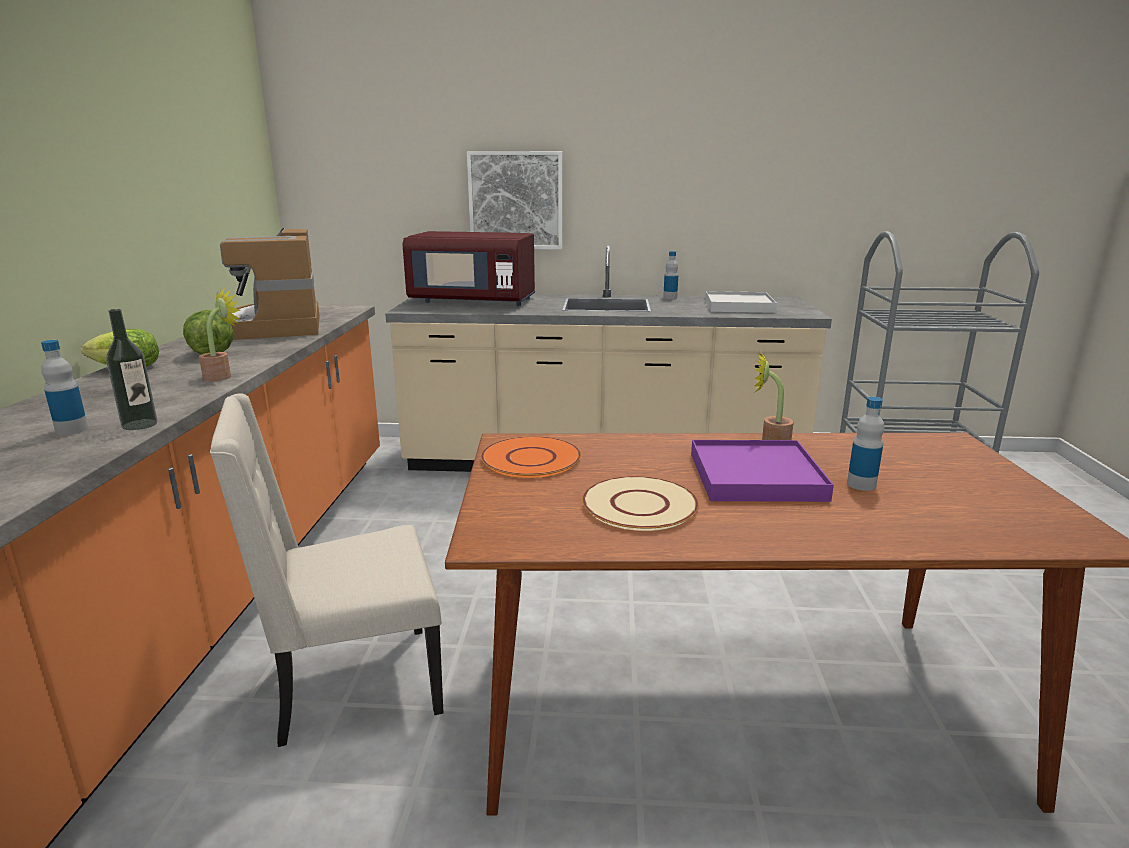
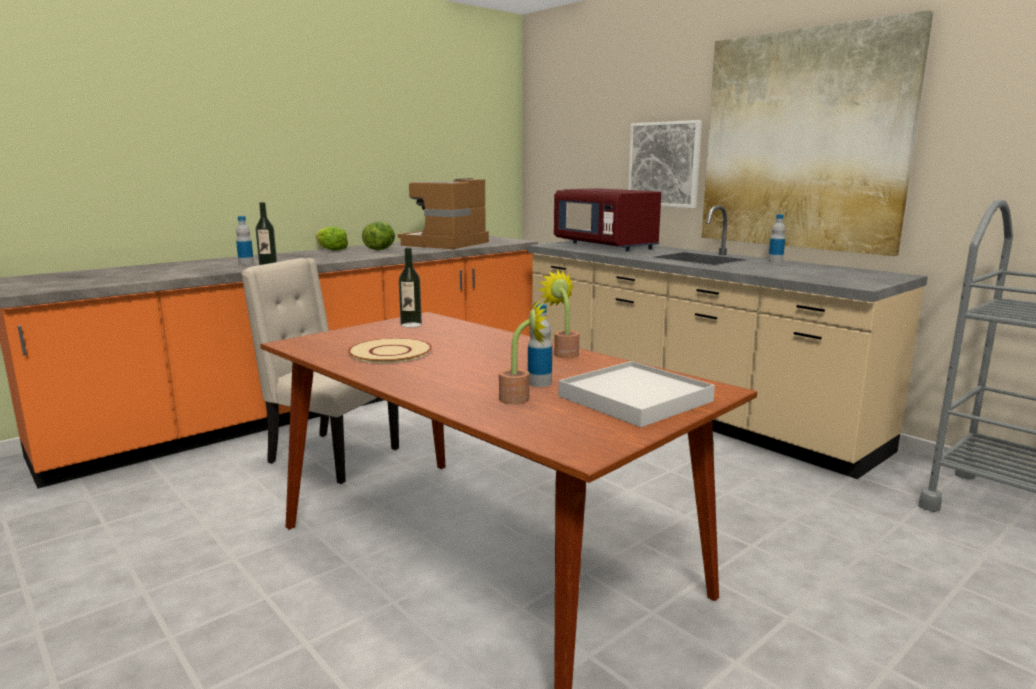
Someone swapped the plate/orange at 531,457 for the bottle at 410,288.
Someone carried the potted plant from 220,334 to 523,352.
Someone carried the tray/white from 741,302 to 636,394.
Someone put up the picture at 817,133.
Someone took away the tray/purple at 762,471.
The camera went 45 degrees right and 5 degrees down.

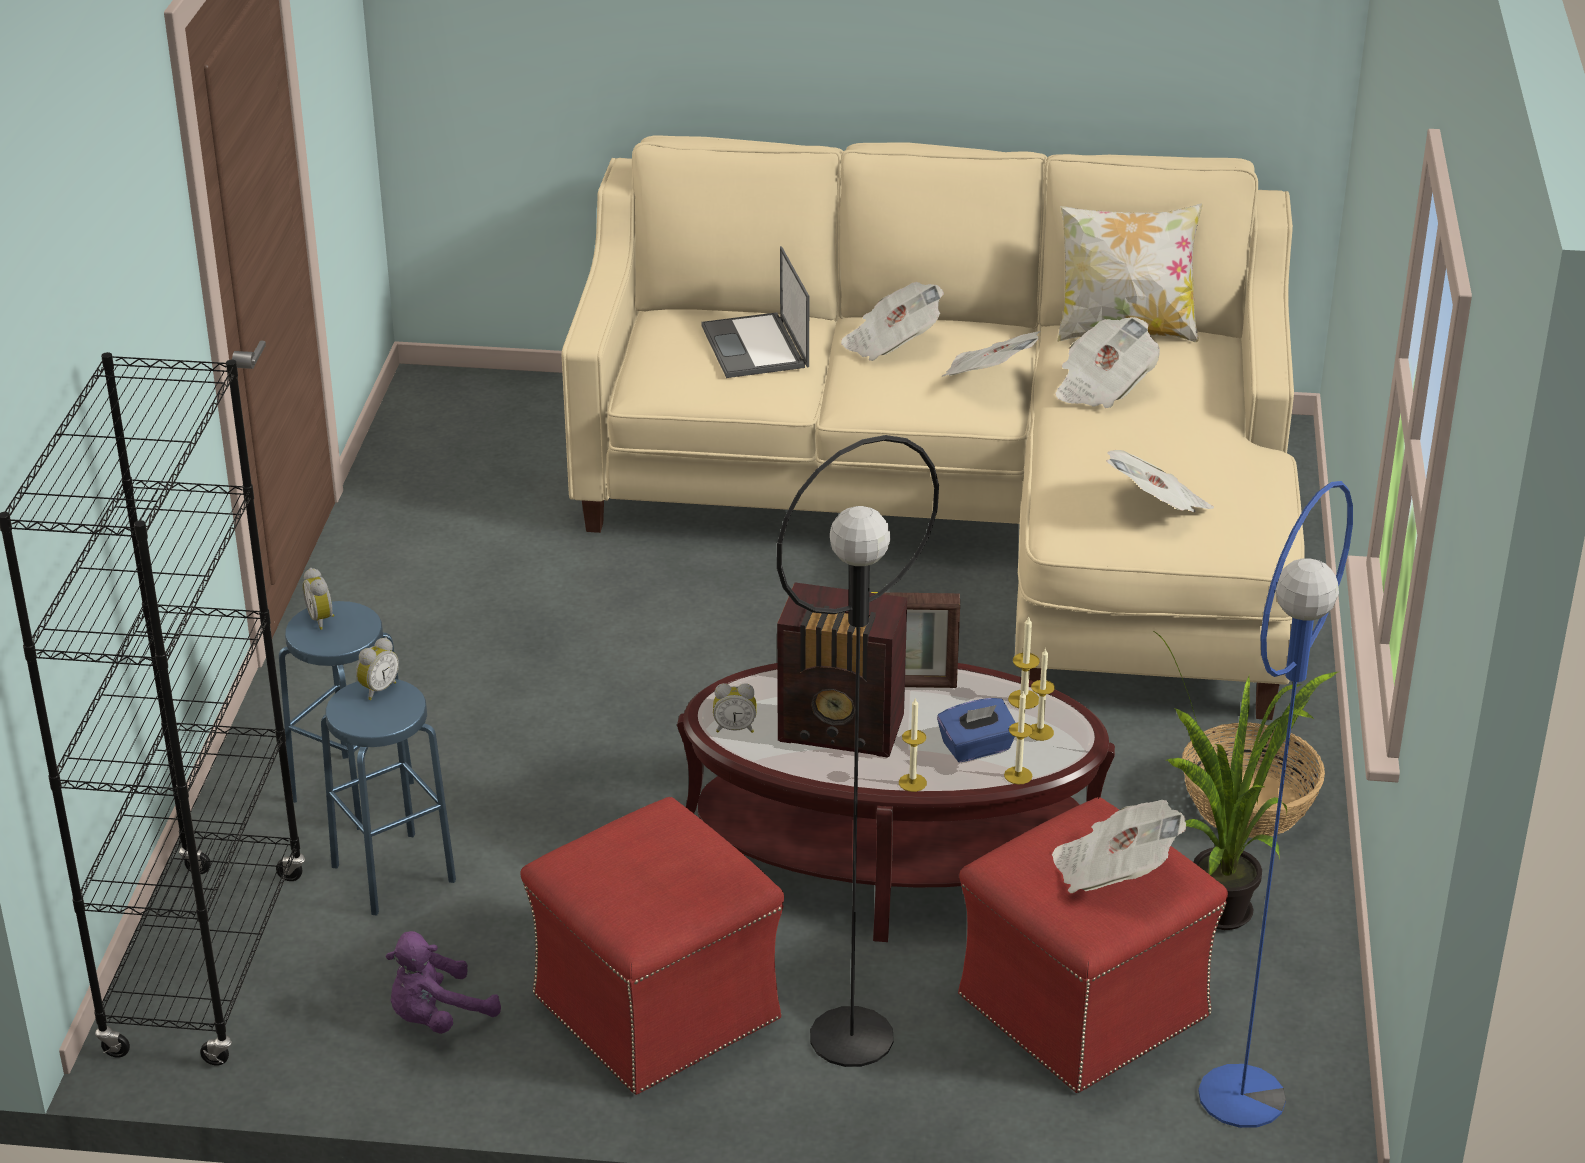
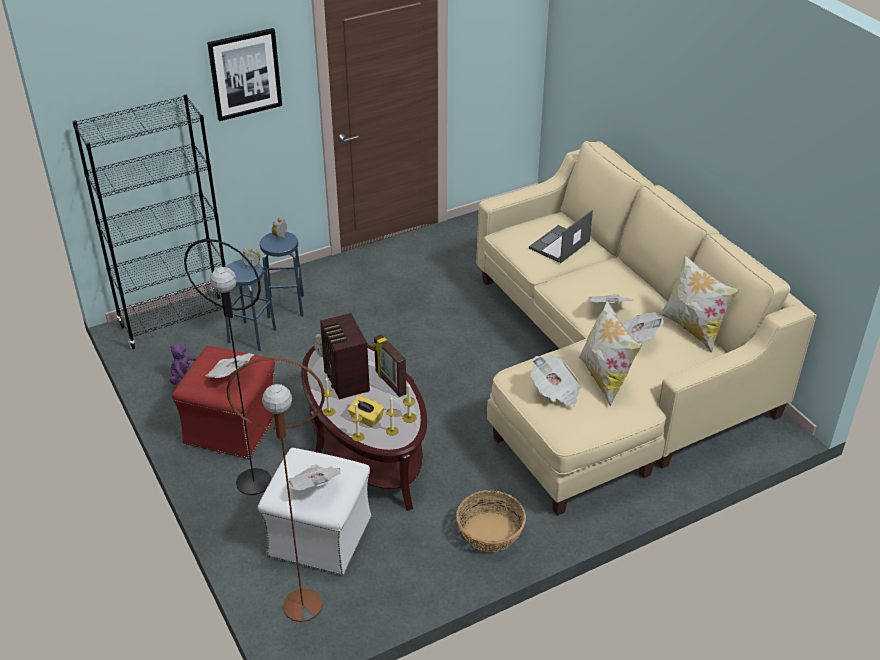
Someone carried the newspaper from 892,321 to 230,365.
Someone put up the picture at 244,74.
Someone repainted the floor lamp/blue at 1275,804, which became the floor lamp/brown at 275,489.
Someone repainted the ottoman/red at 1093,945, which became the ottoman/white at 314,511.
Someone repainted the tissue box/blue at 976,730, which became the tissue box/yellow at 366,411.
Someone put down the pillow at 610,353.
Someone took away the potted plant at 1246,780.
The camera went 55 degrees right and 5 degrees up.

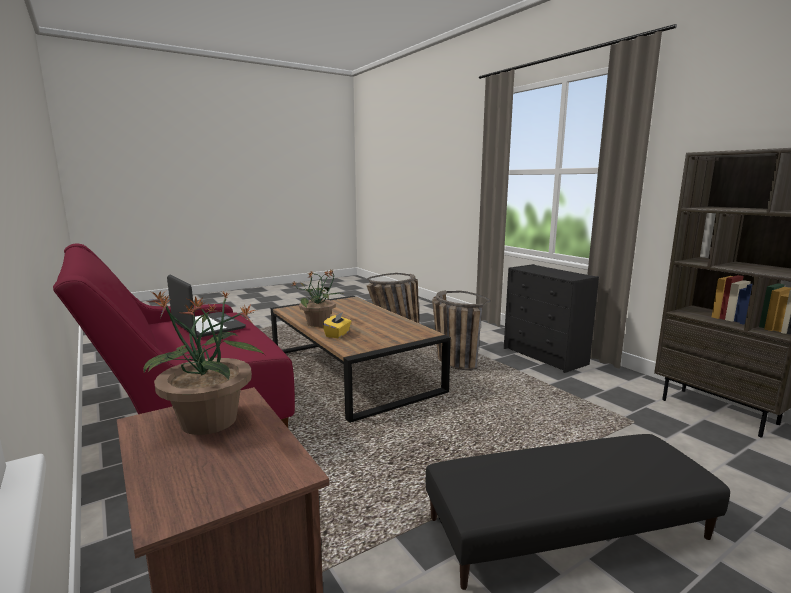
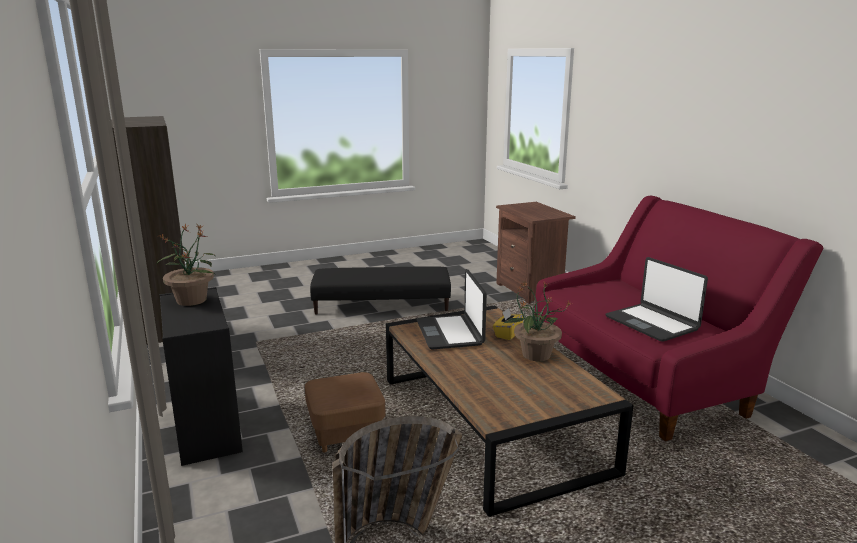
Someone carried the potted plant from 204,363 to 185,265.
Someone swapped the basket at 461,330 for the ottoman/brown at 345,412.
Someone put down the laptop at 451,309.
The camera went 170 degrees left and 5 degrees up.

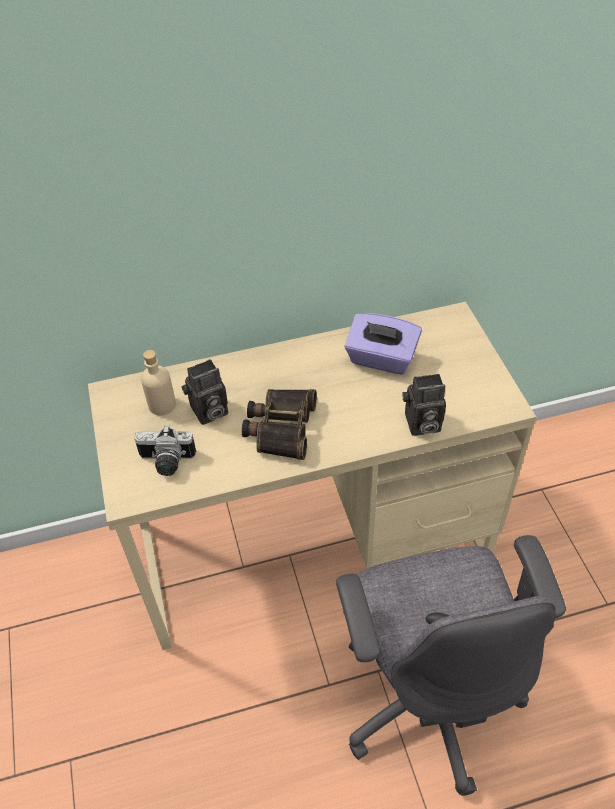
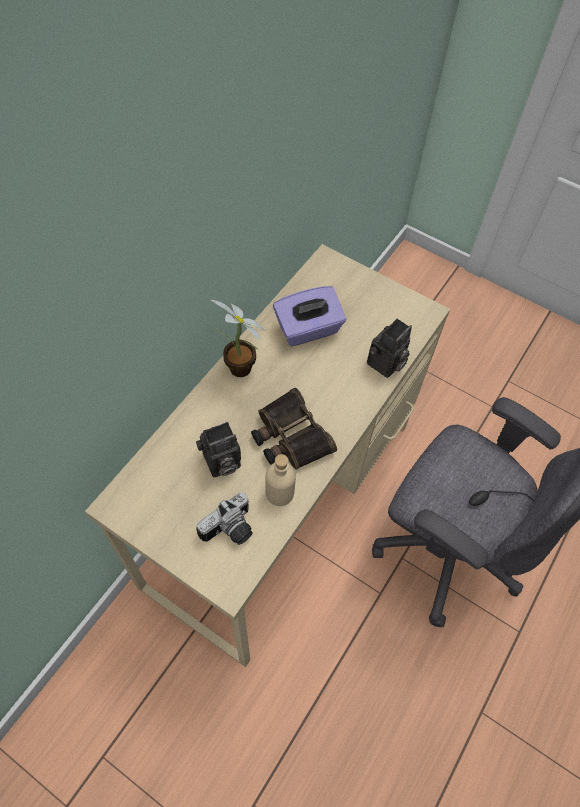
Someone rotated the photo camera at 205,392 by 45 degrees clockwise.
Someone put down the potted plant at 238,338.
Someone carried the bottle/beige from 158,382 to 280,480.
The camera went 45 degrees left and 10 degrees up.

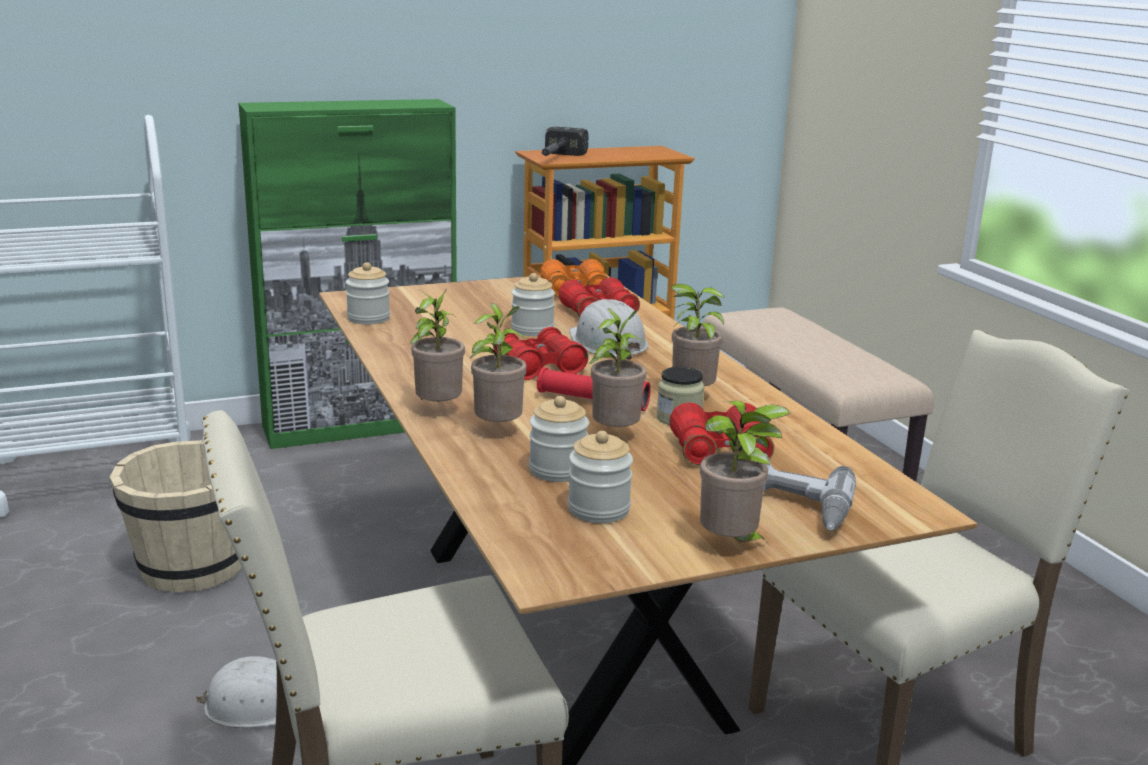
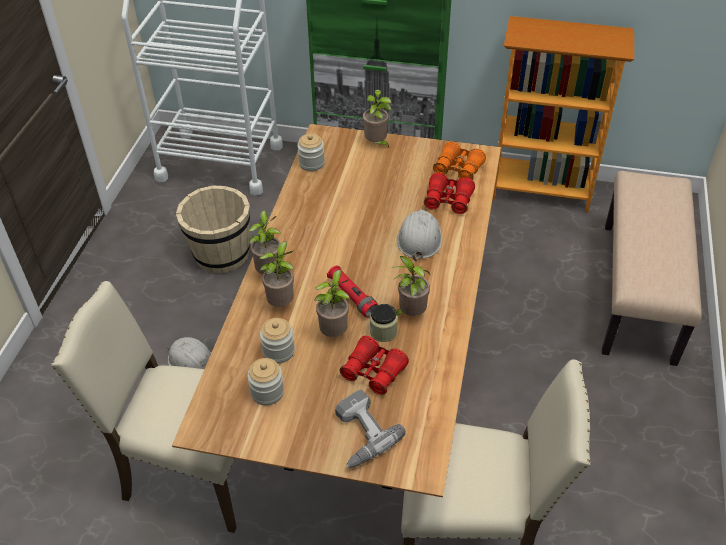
Someone carried the potted plant from 745,473 to 377,118.
Someone took away the binoculars/red at 540,353.
Someone took away the jar at 533,304.
Someone took away the hammer at 565,141.
The camera went 35 degrees right and 25 degrees up.

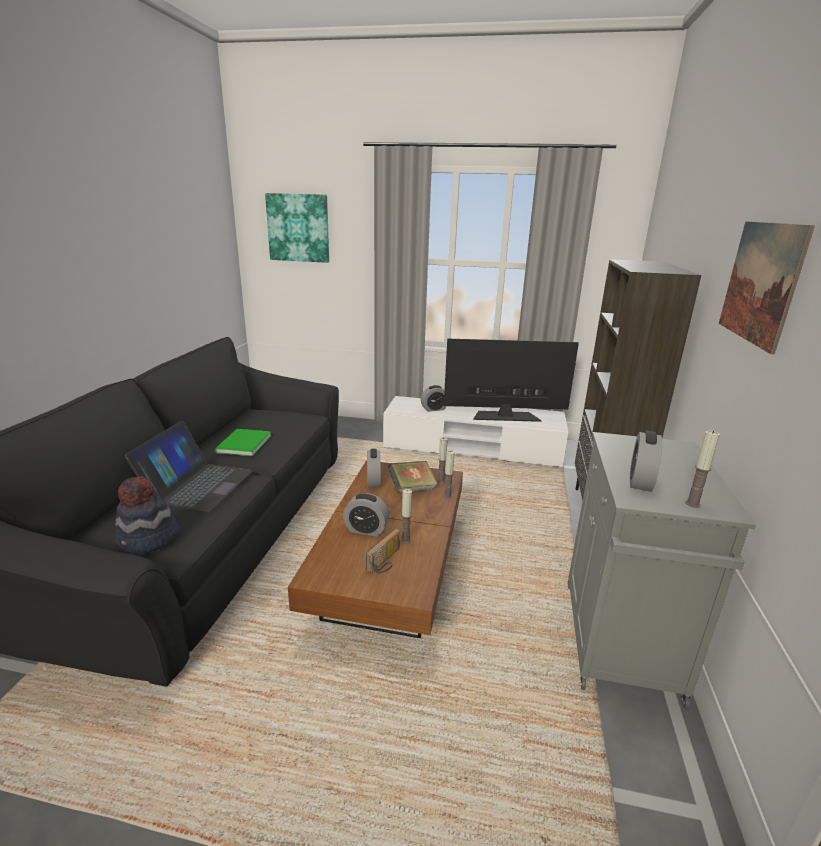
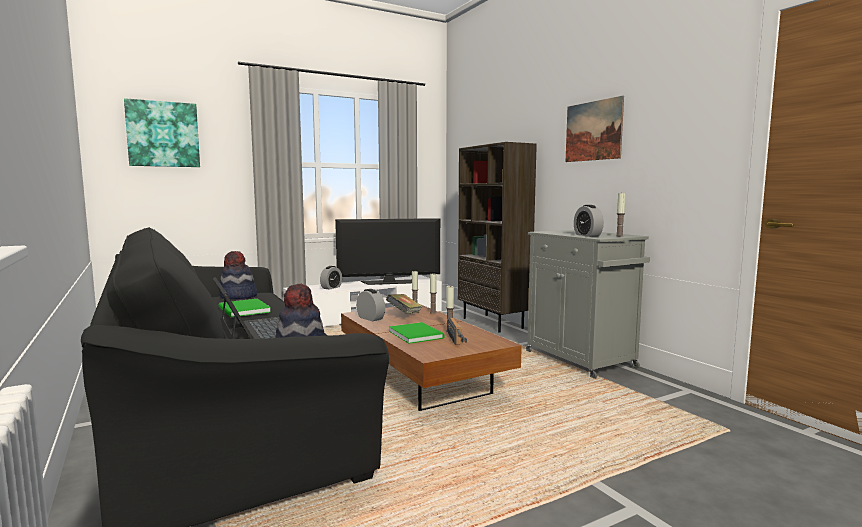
Someone put down the hat at 238,275.
Someone rotated the television at 511,380 by 150 degrees counterclockwise.
Someone swapped the alarm clock at 366,514 for the book/green at 416,333.
The camera went 40 degrees left and 15 degrees down.

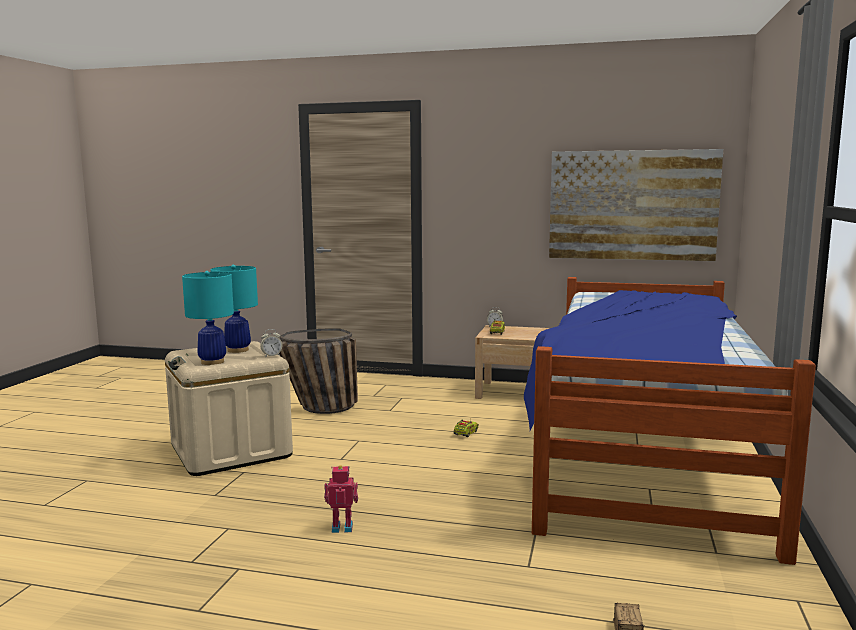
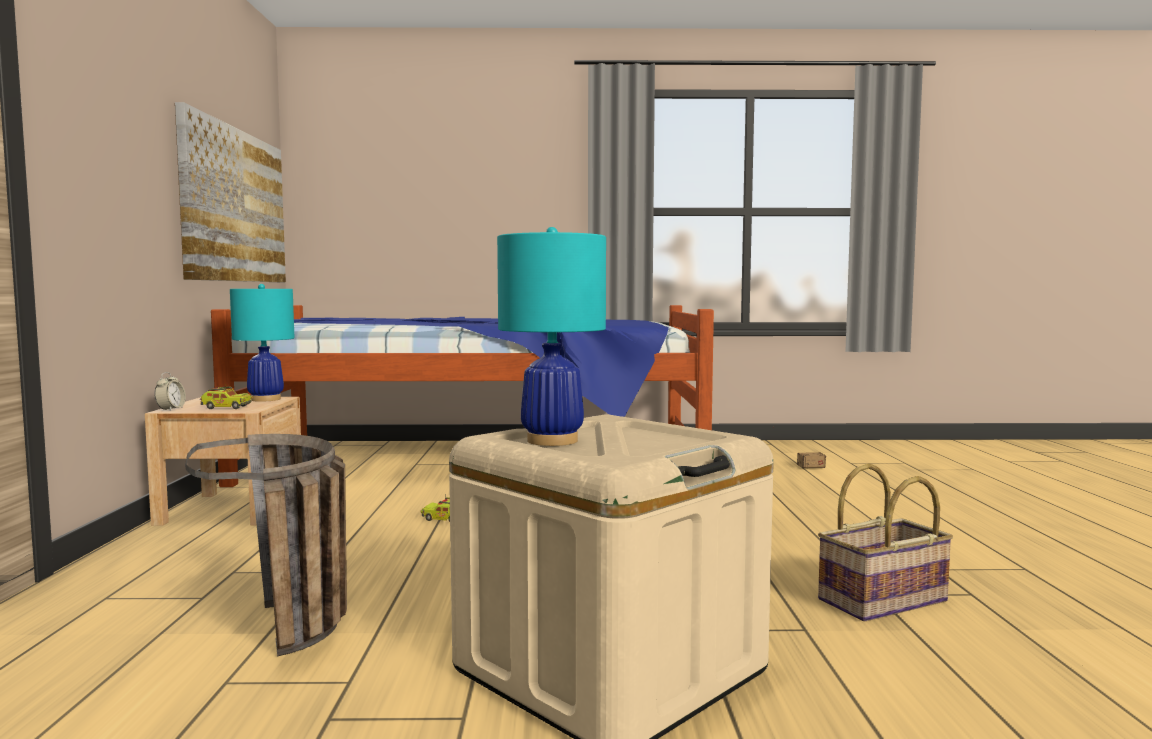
Someone carried the table lamp/turquoise from 208,318 to 262,343.
Someone put down the basket at 885,542.
Someone took away the alarm clock at 271,343.
Someone took away the toy robot at 341,499.
The camera went 105 degrees left and 5 degrees down.

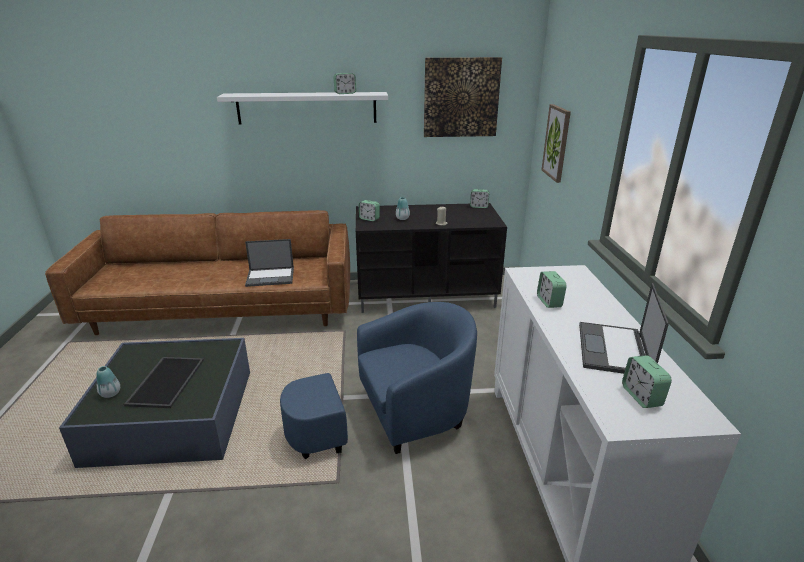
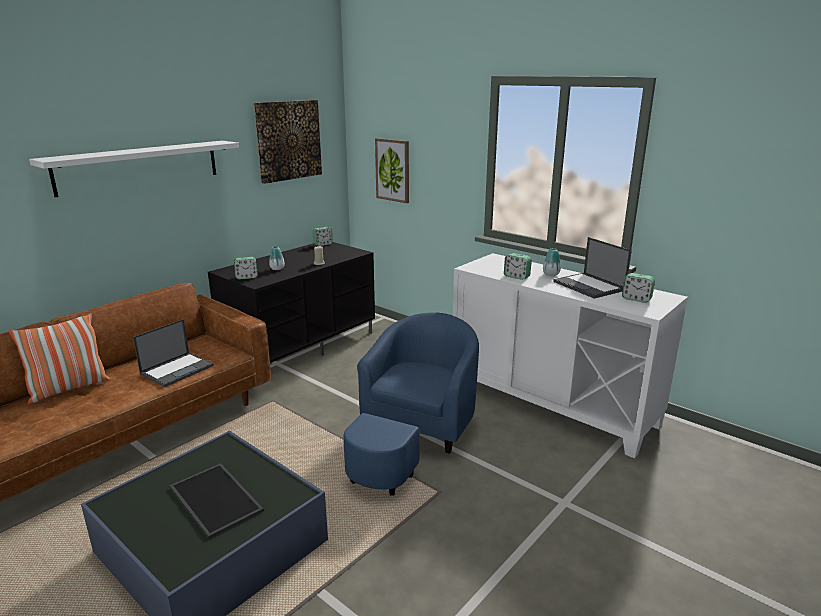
Someone put down the pillow at 59,359.
Someone carried the vase from 108,382 to 552,262.
Someone took away the alarm clock at 345,83.
The camera went 45 degrees left and 5 degrees down.

